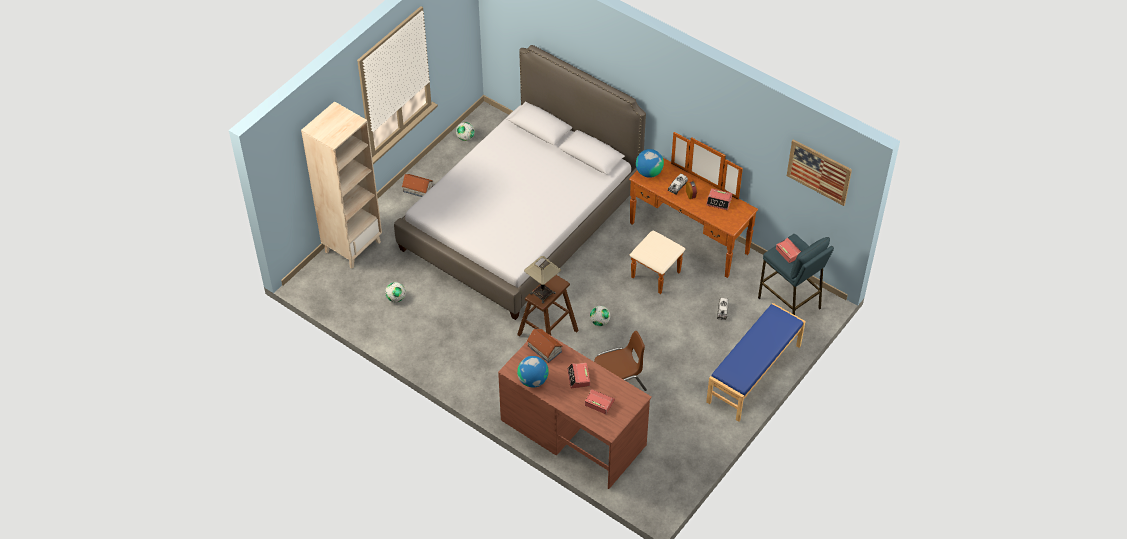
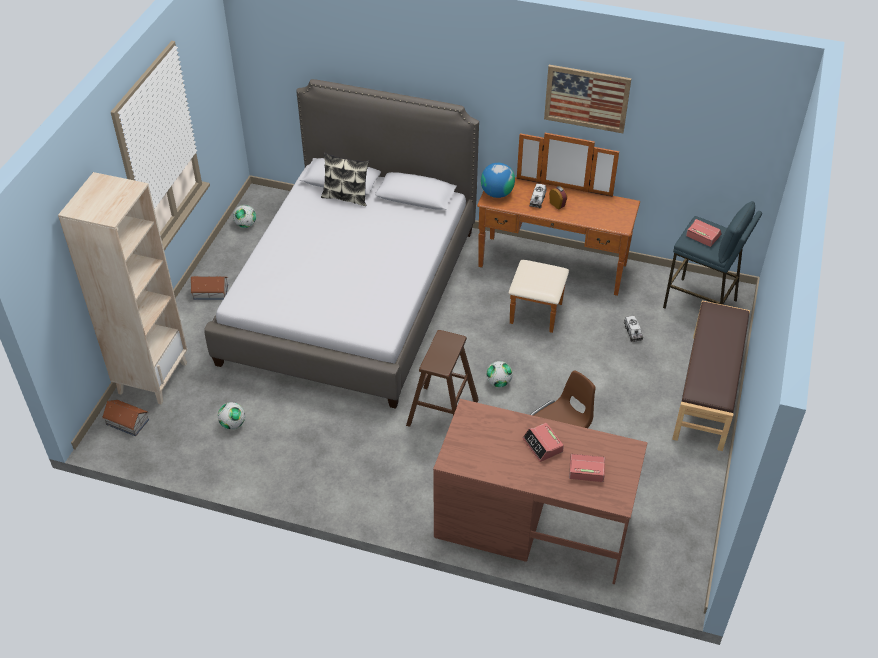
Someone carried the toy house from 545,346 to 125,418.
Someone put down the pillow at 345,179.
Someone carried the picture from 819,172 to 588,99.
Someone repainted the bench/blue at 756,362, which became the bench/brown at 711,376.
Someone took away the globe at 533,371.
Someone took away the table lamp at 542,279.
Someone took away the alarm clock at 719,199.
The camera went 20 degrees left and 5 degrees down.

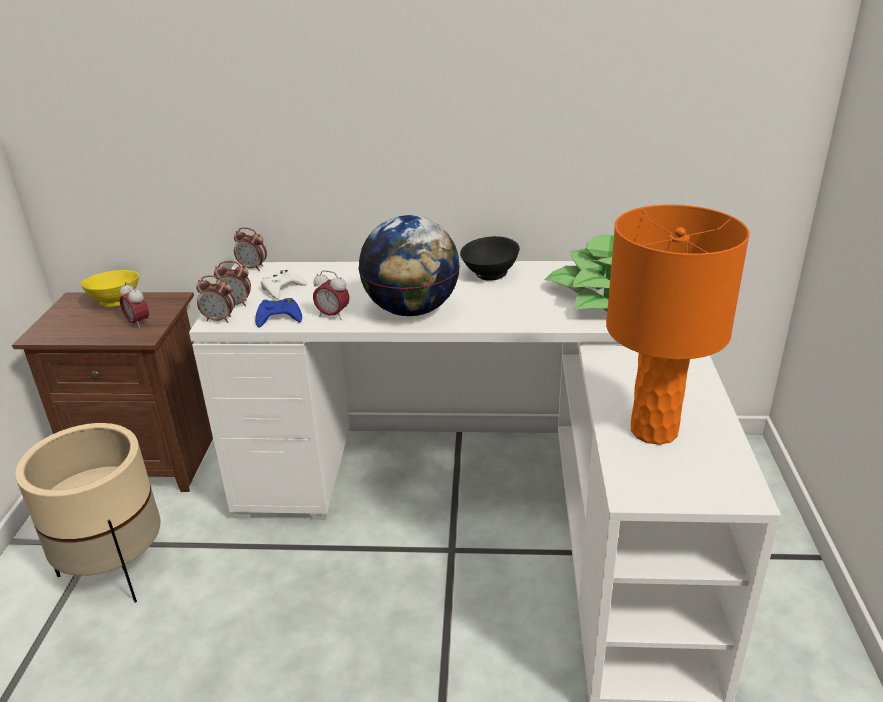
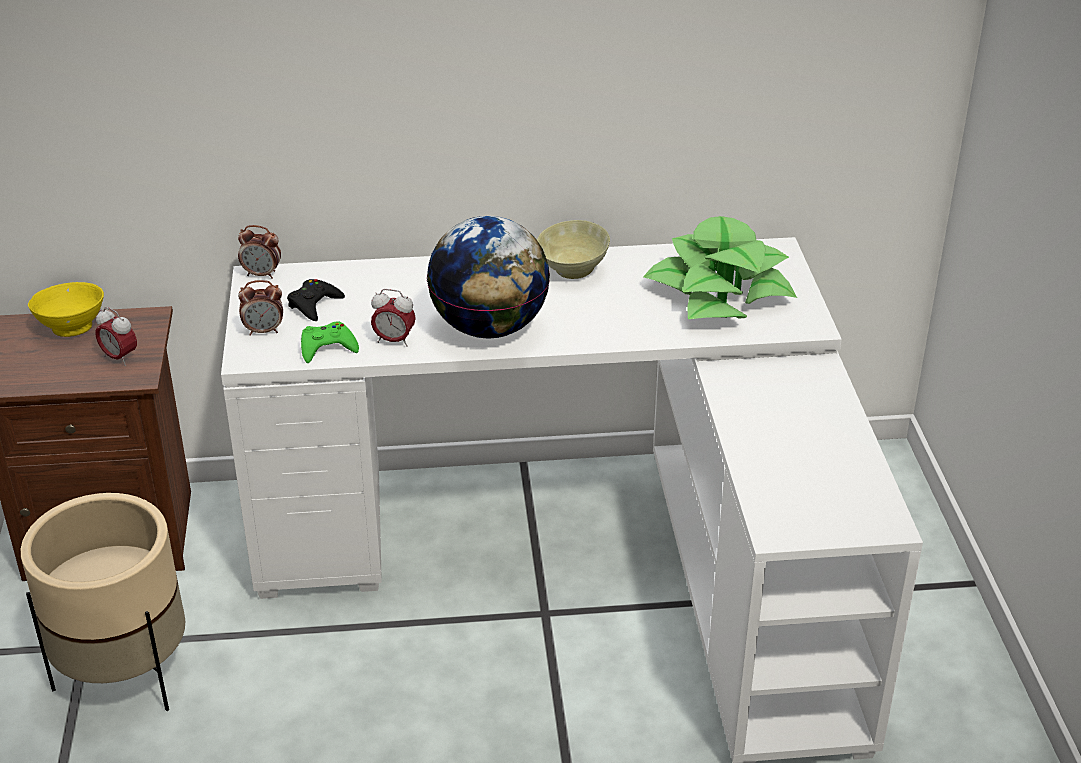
Someone repainted the game controller/white at 283,285, which became the game controller/black at 316,300.
Someone repainted the game controller/blue at 278,313, which became the game controller/green at 330,342.
Someone repainted the bowl/black at 490,258, which became the bowl/beige at 573,249.
Someone took away the alarm clock at 215,299.
Someone took away the table lamp/orange at 678,325.
The camera went 10 degrees left and 5 degrees up.

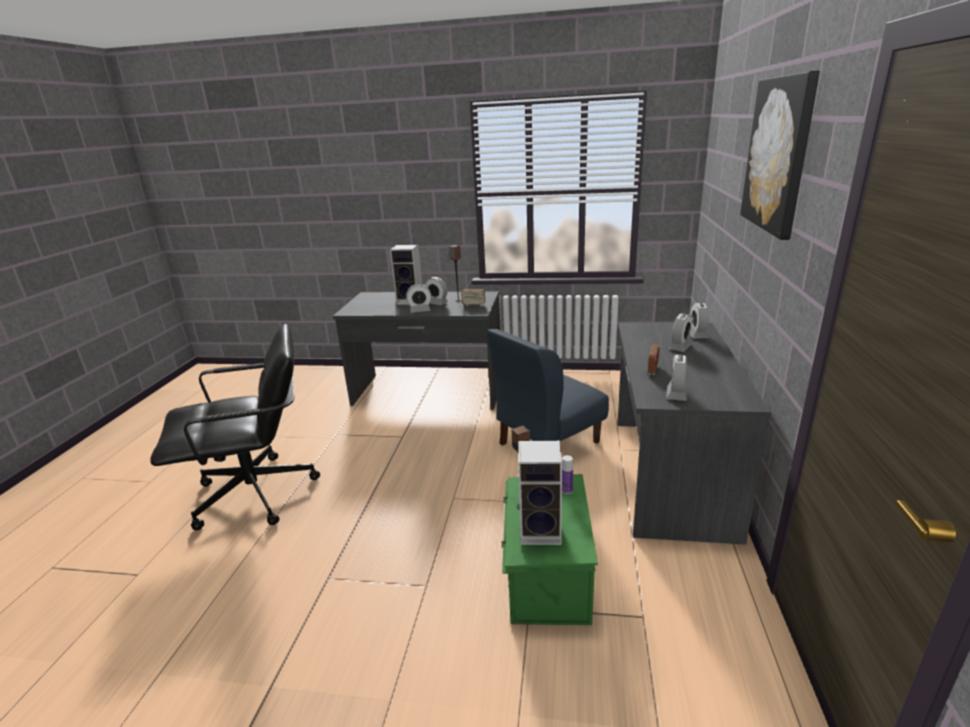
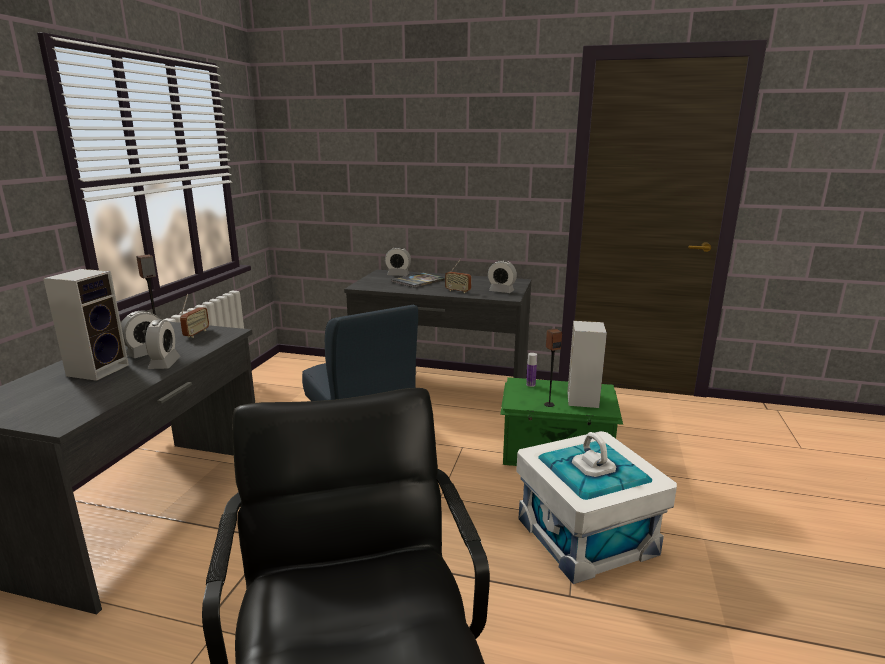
Someone swapped the alarm clock at 680,332 for the book at 418,280.
Someone put down the storage box/white at 596,507.
Someone took away the picture at 780,155.
The camera went 85 degrees left and 5 degrees down.

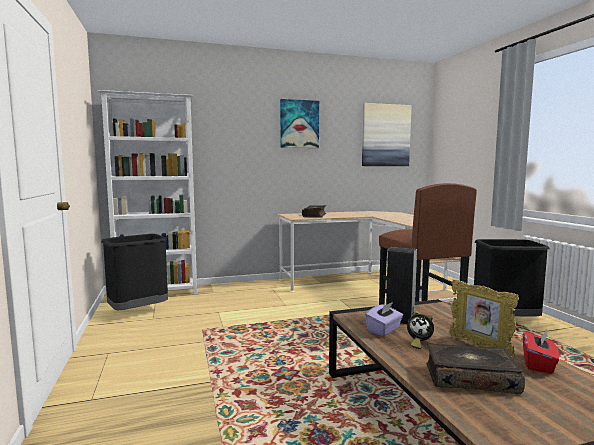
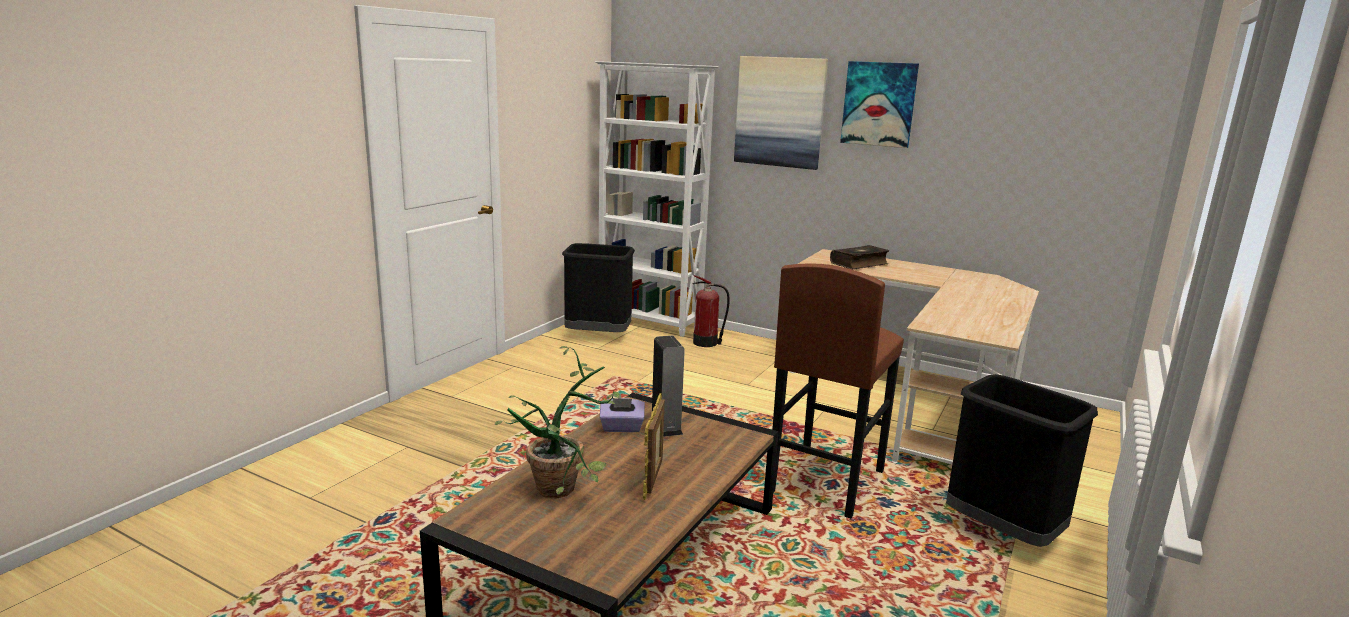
Someone swapped the book at 475,368 for the potted plant at 558,422.
Someone put down the fire extinguisher at 711,311.
Someone carried the picture from 386,134 to 781,113.
Someone took away the alarm clock at 420,330.
Someone took away the tissue box/red at 541,351.
The camera went 45 degrees right and 10 degrees up.

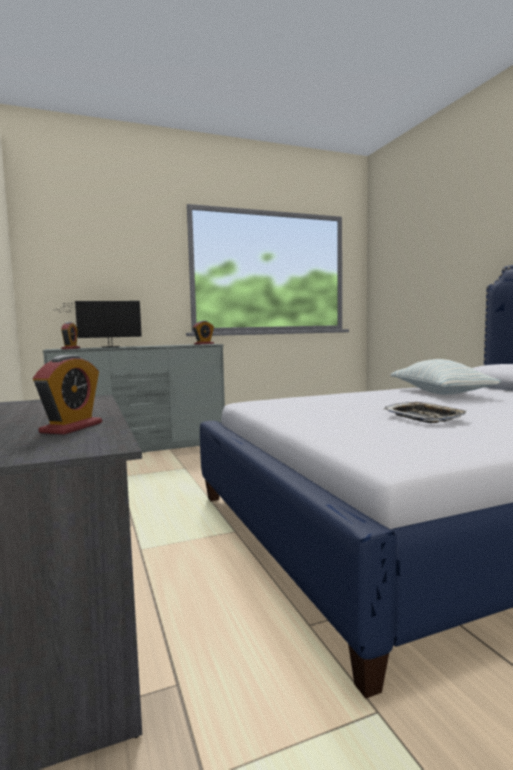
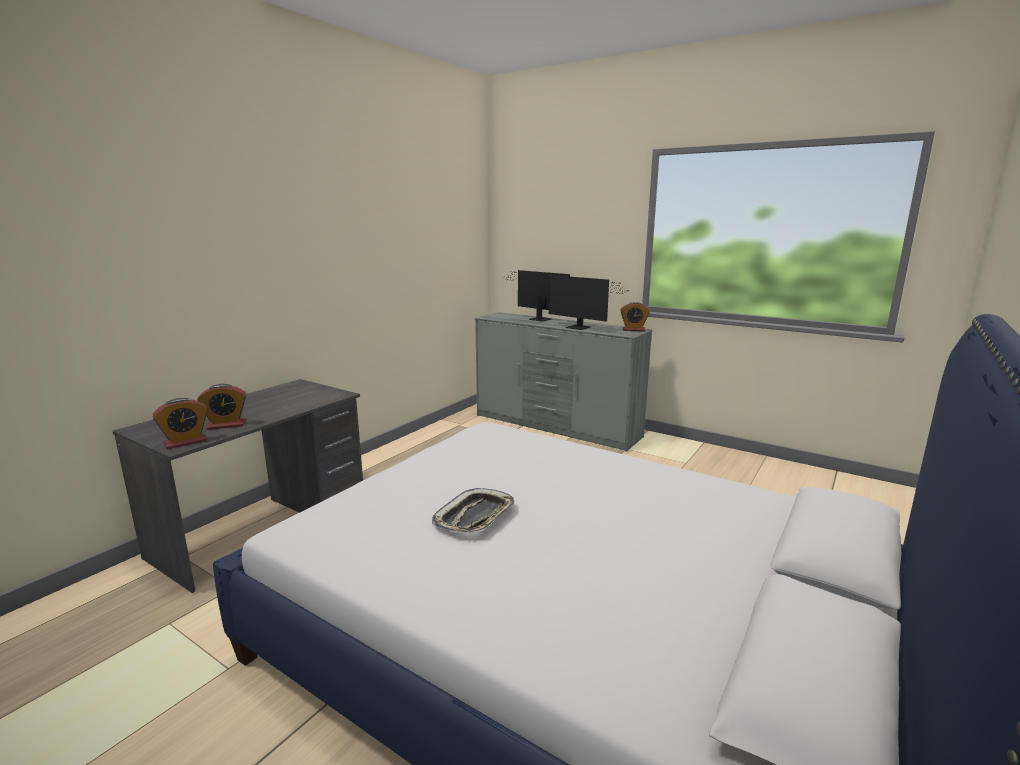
Someone carried the alarm clock from 70,335 to 180,423.
Someone put down the monitor at 589,302.
Someone took away the pillow at 446,377.
The camera went 55 degrees right and 10 degrees up.

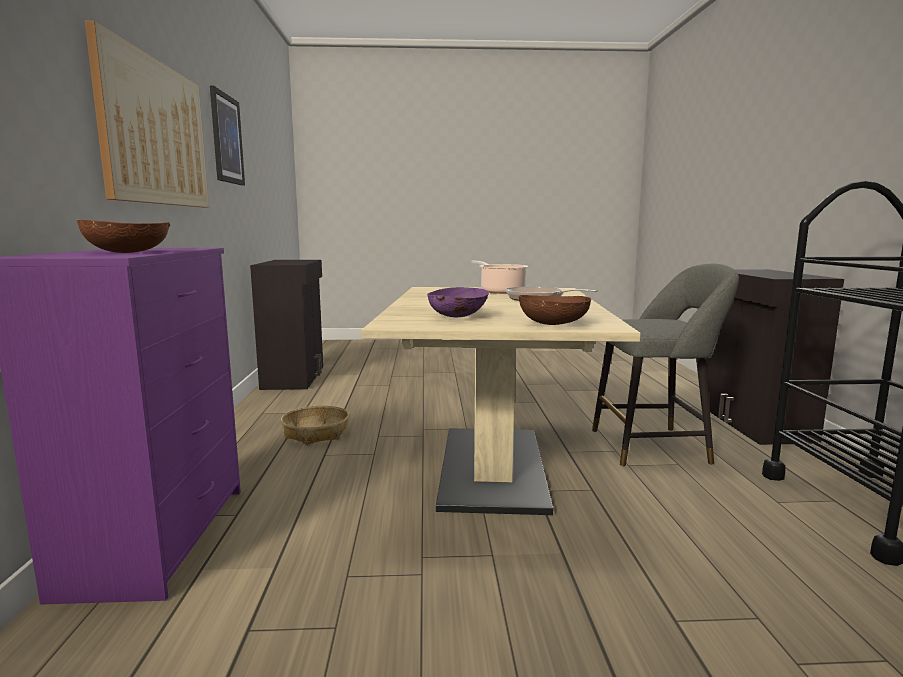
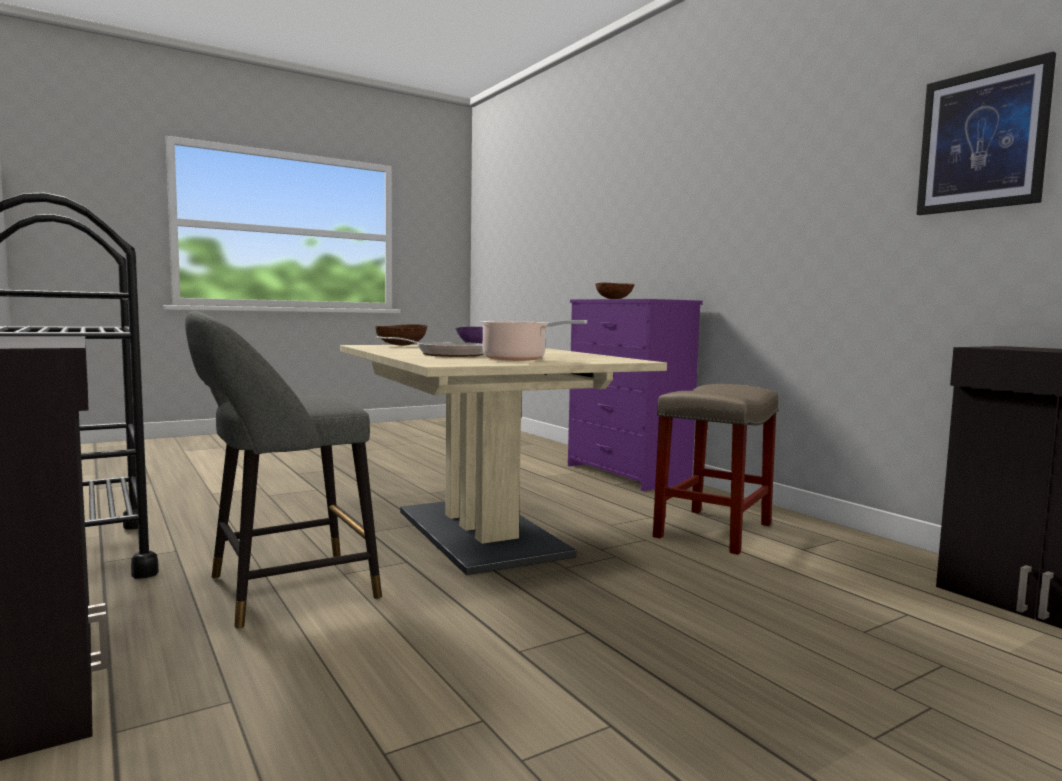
Someone swapped the basket at 315,425 for the stool/beige at 716,469.
Someone took away the picture at 147,114.
The camera went 150 degrees right and 5 degrees down.

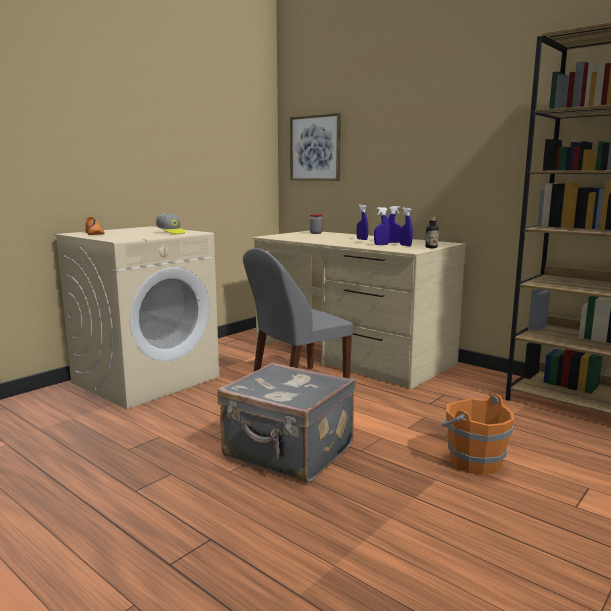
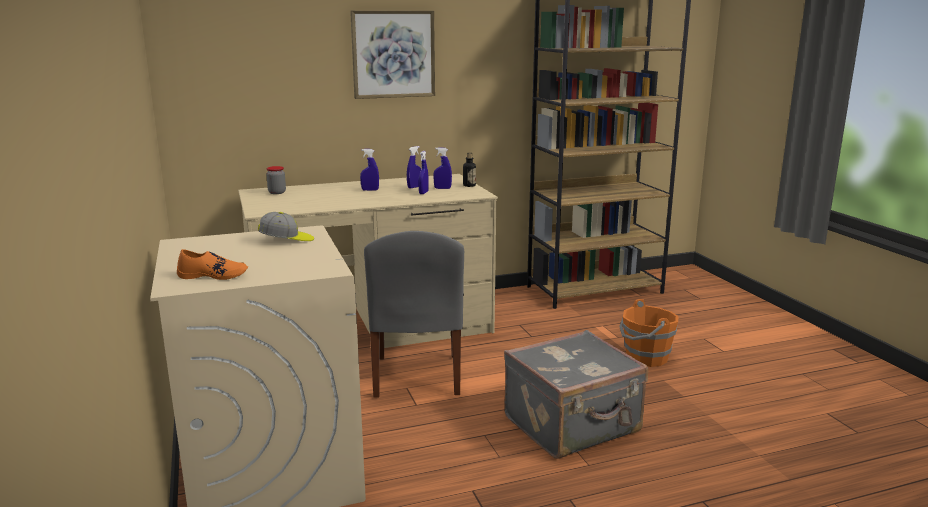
Someone carried the picture from 315,147 to 392,54.
The camera went 60 degrees left and 5 degrees up.

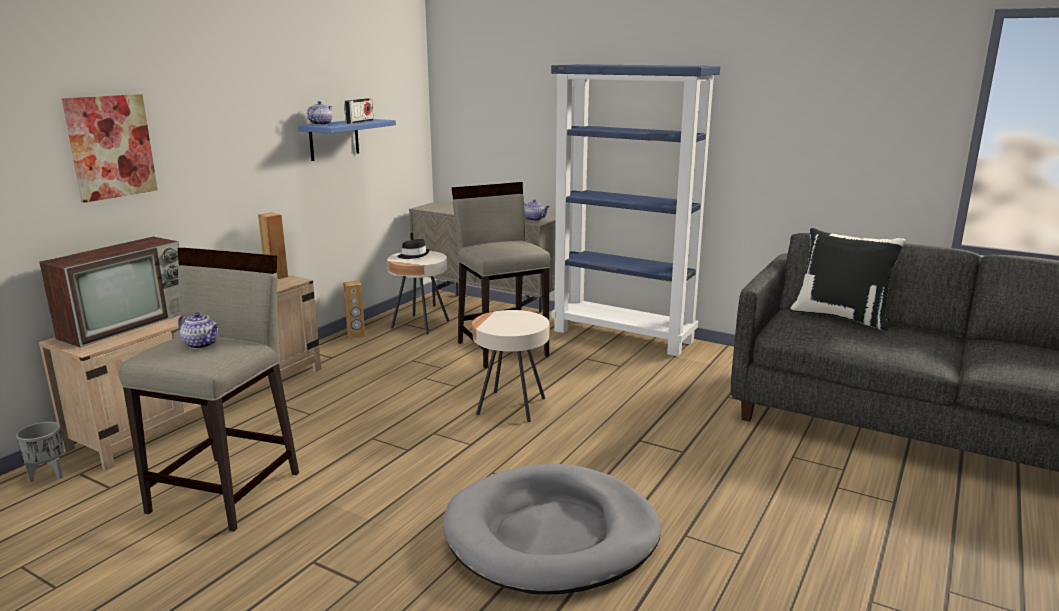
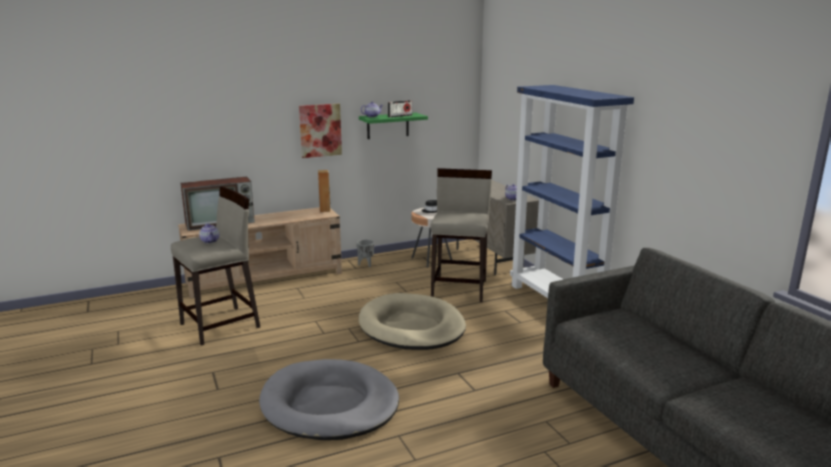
Someone carried the picture from 110,148 to 320,131.
Someone carried the planter/grey from 40,452 to 365,253.
Someone repainted the shelf/blue at 347,140, which became the shelf/green at 393,126.
Someone swapped the side table/beige at 510,366 for the dog bed/beige at 412,321.
Someone took away the speaker/brown at 354,310.
Someone took away the pillow/black at 848,279.
The camera went 35 degrees right and 0 degrees up.

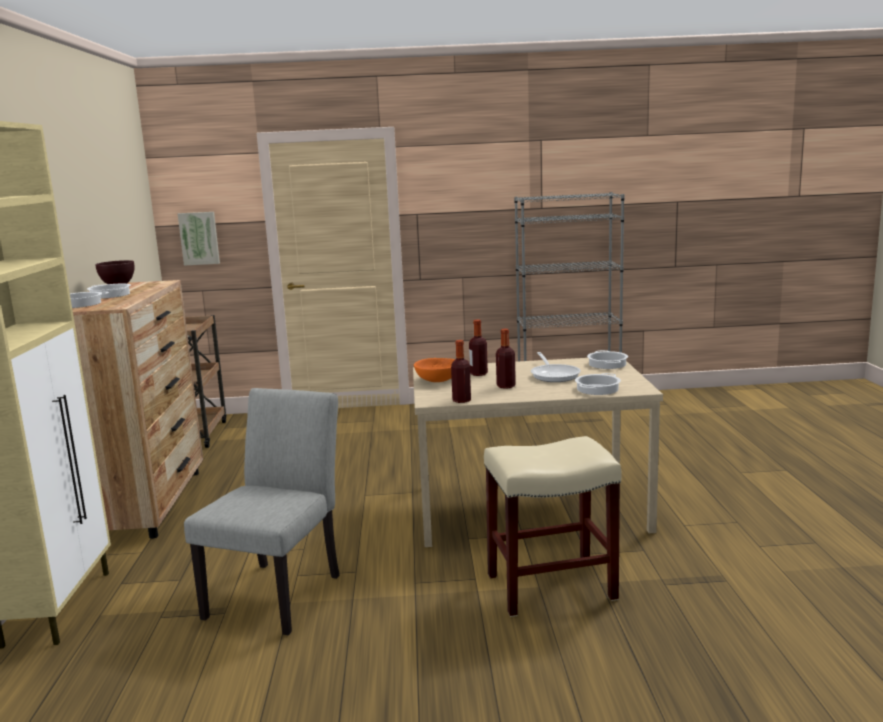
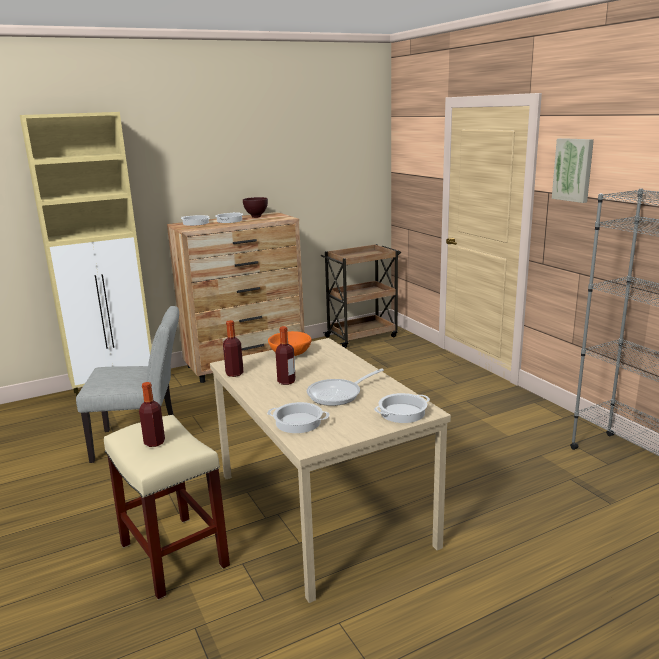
Someone carried the bottle from 478,348 to 152,414.
Someone carried the picture from 199,239 to 573,170.
The camera went 65 degrees right and 5 degrees up.

